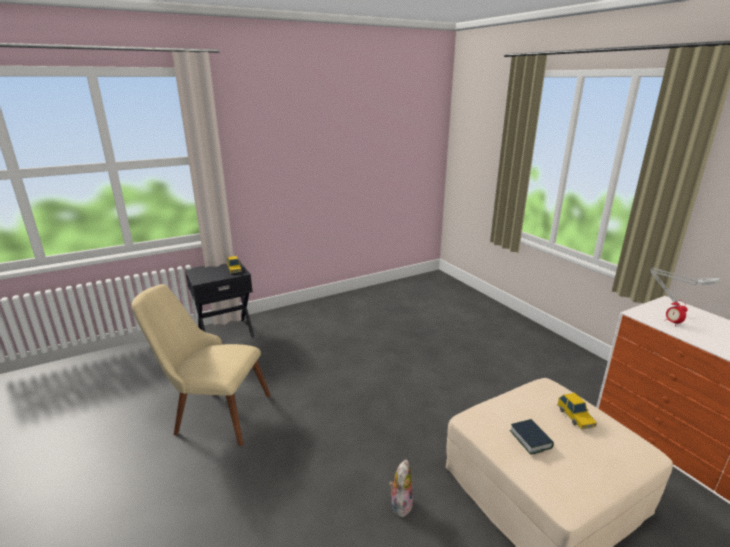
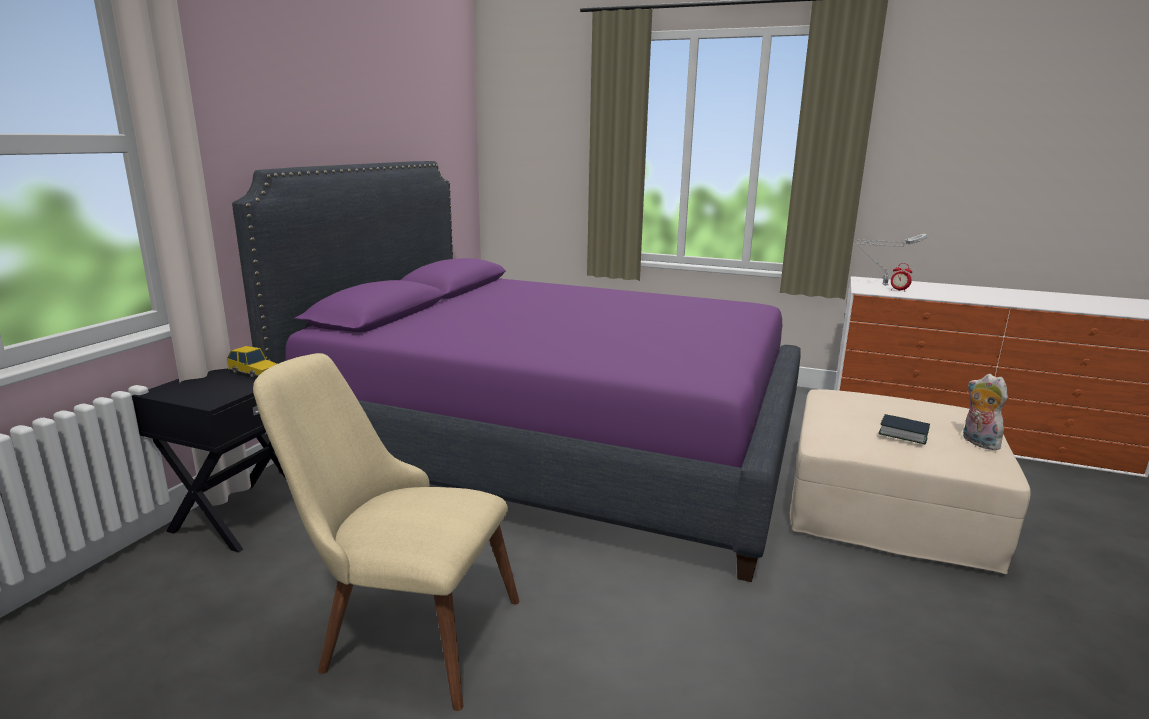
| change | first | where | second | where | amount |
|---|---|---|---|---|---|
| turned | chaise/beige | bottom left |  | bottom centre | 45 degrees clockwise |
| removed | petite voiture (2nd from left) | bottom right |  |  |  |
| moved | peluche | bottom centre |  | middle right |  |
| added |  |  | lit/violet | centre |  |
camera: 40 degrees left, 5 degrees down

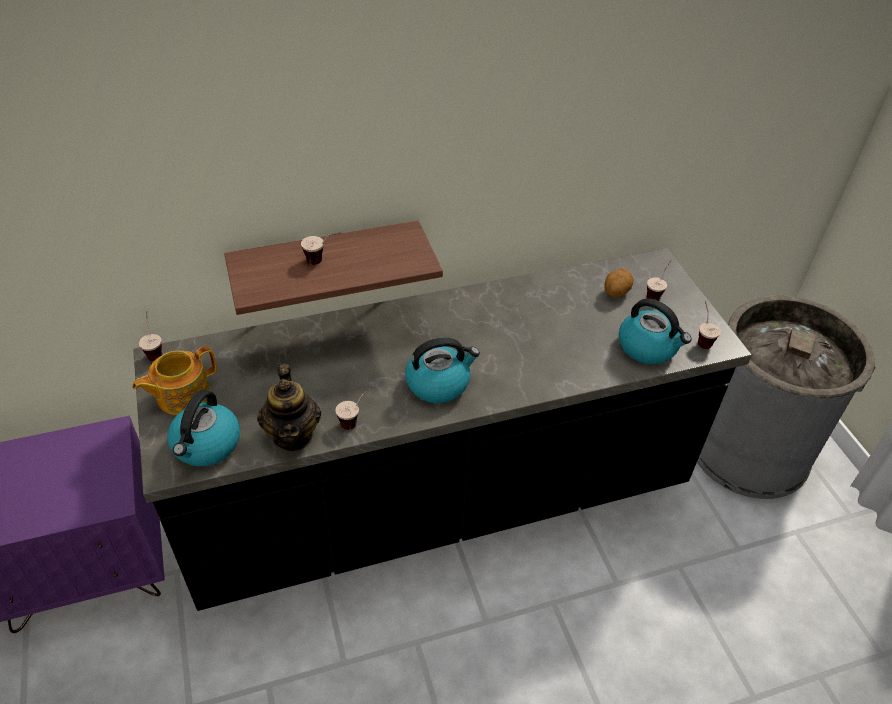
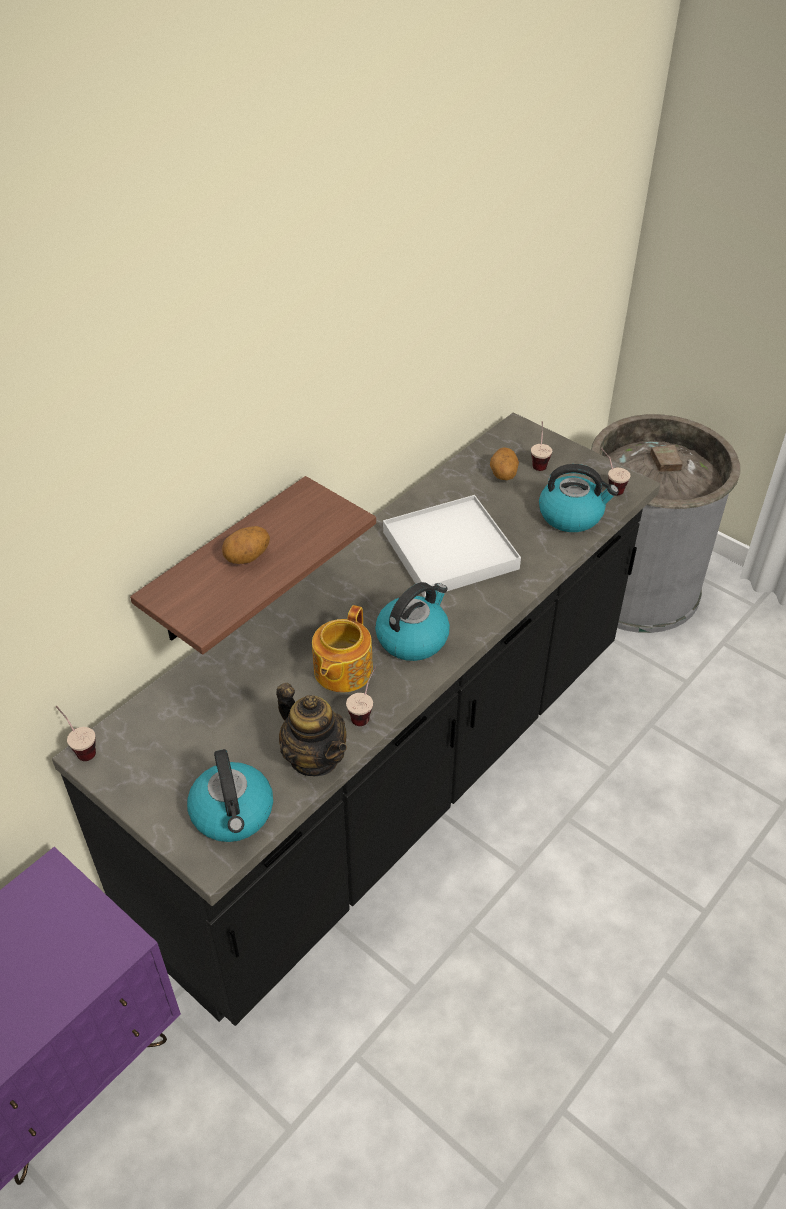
| change | first | where | second | where | amount |
|---|---|---|---|---|---|
| replaced | tasse (2nd from left) | centre | pomme de terre (1st from left) | middle left |  |
| moved | théière (1st from left in the first image) | middle left | théière (2nd from left) | centre |  |
| added |  |  | plateau/blanc | centre |  |
camera: 30 degrees left, 0 degrees up

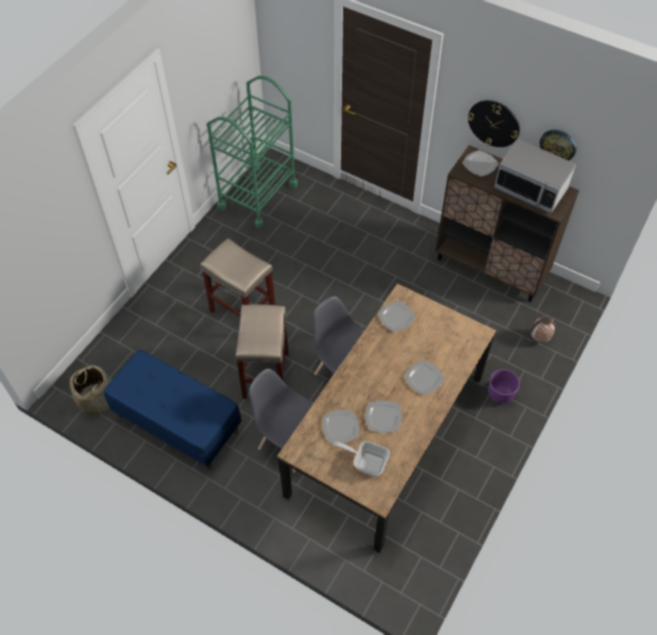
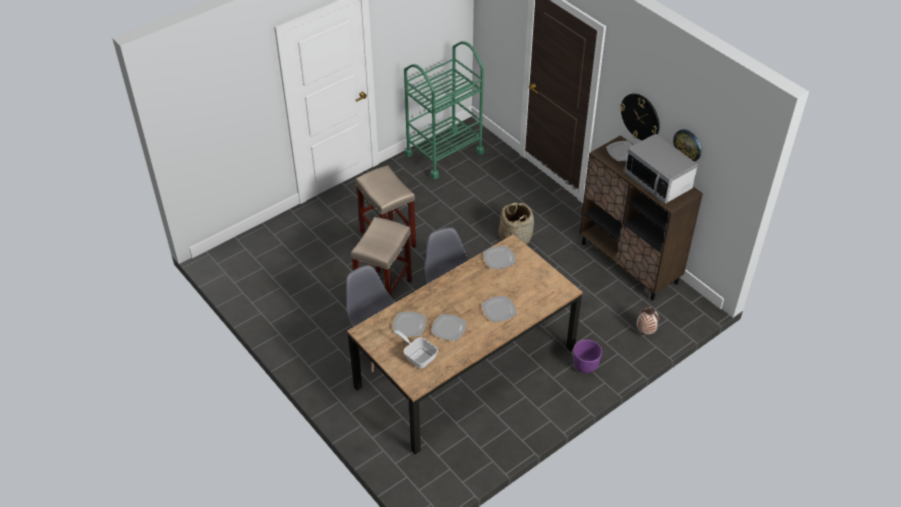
| change | first | where | second | where | amount |
|---|---|---|---|---|---|
| removed | banc/bleu | middle left |  |  |  |
| moved | panier | middle left |  | centre |  |
camera: 20 degrees right, 10 degrees down

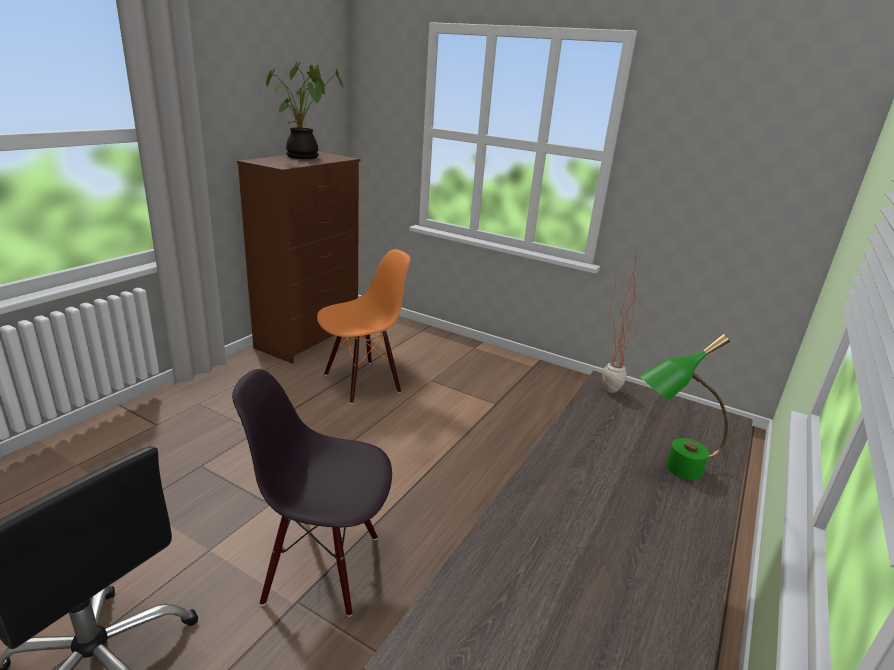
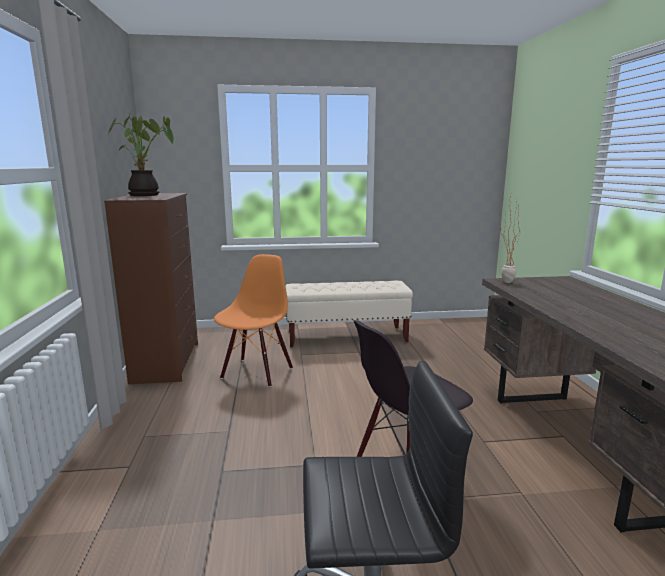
| change | first | where | second | where | amount |
|---|---|---|---|---|---|
| removed | lampe de table/vert | middle right |  |  |  |
| added |  |  | banc/beige | centre |  |
camera: 35 degrees left, 10 degrees down

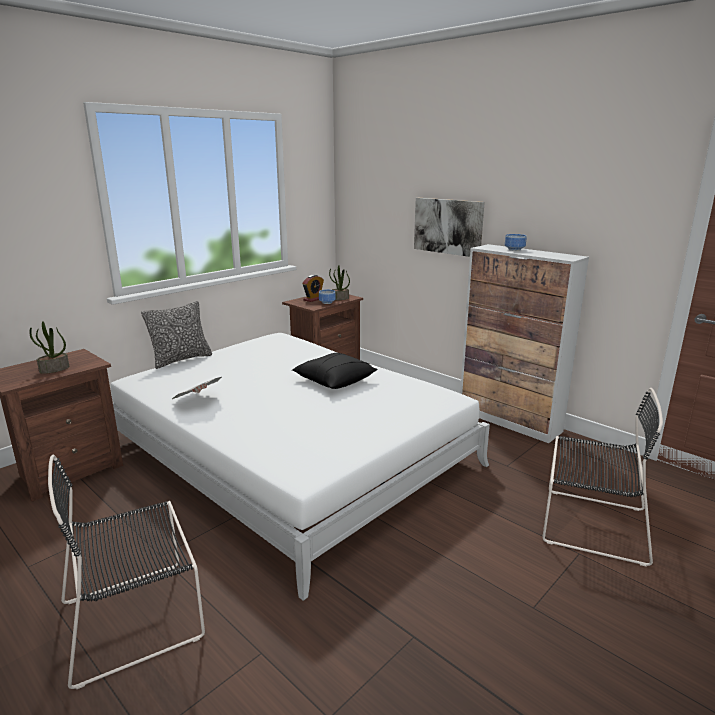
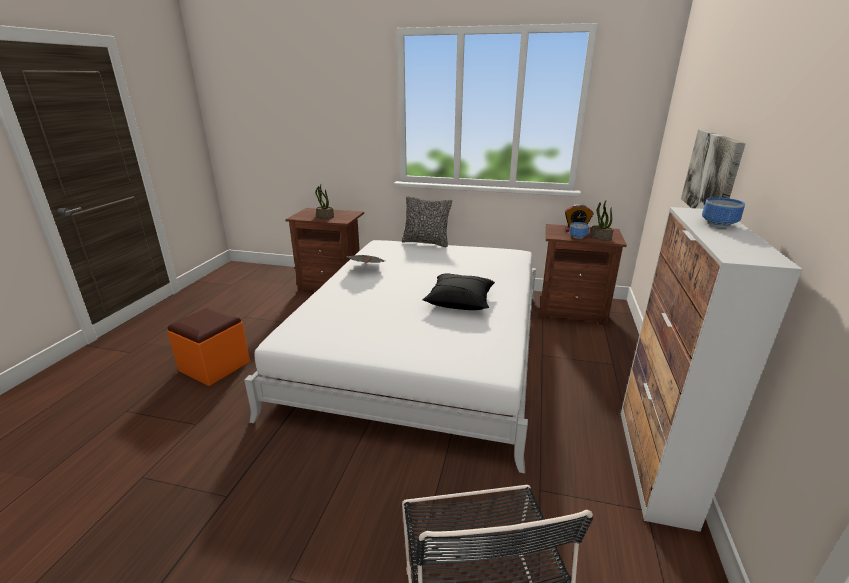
| change | first | where | second | where | amount |
|---|---|---|---|---|---|
| replaced | chaise/noir (1st from left) | bottom left | pouf/orange | middle left |  |
camera: 60 degrees right, 5 degrees up

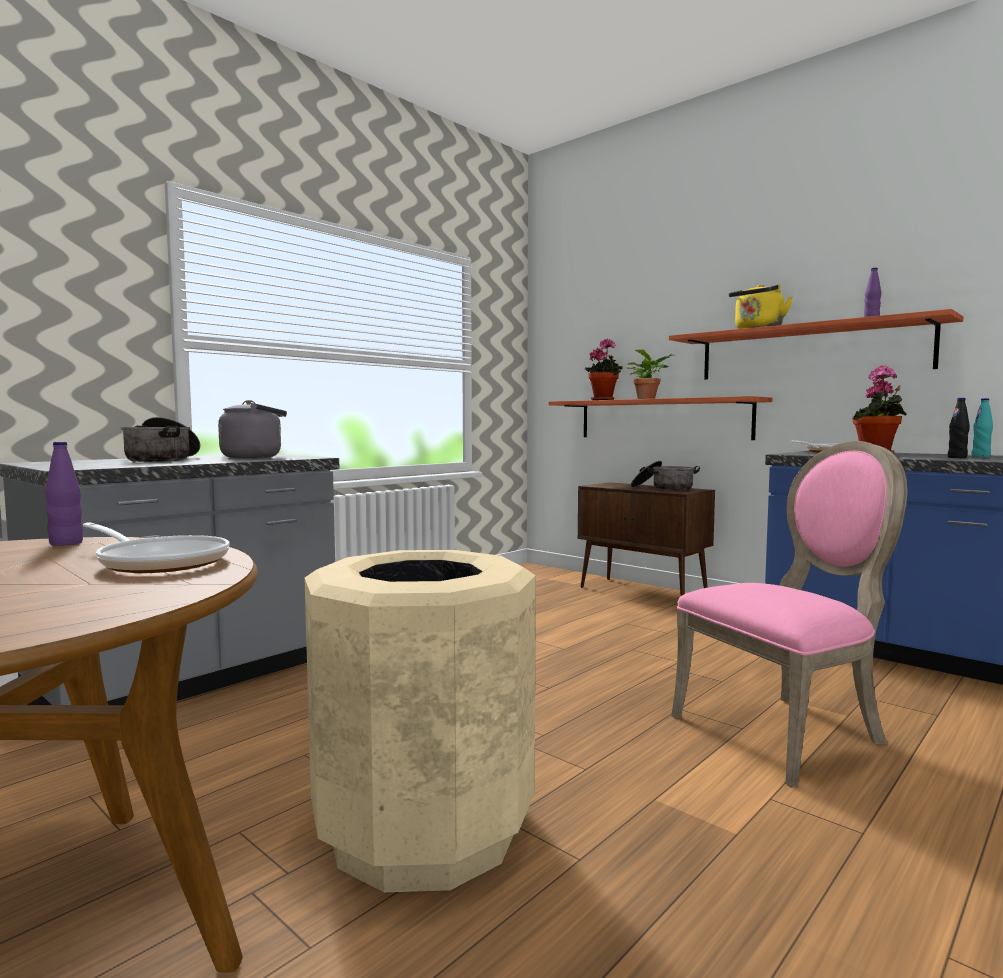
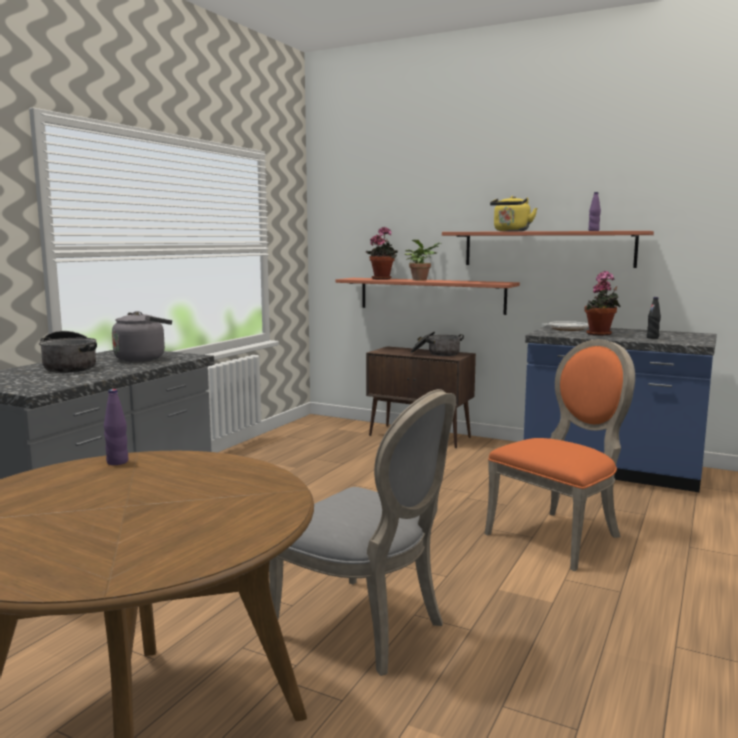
| change | first | where | second | where | amount |
|---|---|---|---|---|---|
| removed | bouteille/turquoise | middle right |  |  |  |
| recoloured | chaise/rose | middle right | chaise/orange | middle right |  |
| removed | poêle (1st from left) | middle left |  |  |  |
| replaced | poubelle/beige | bottom centre | chaise/gris | bottom centre |  |
camera: 15 degrees left, 5 degrees up

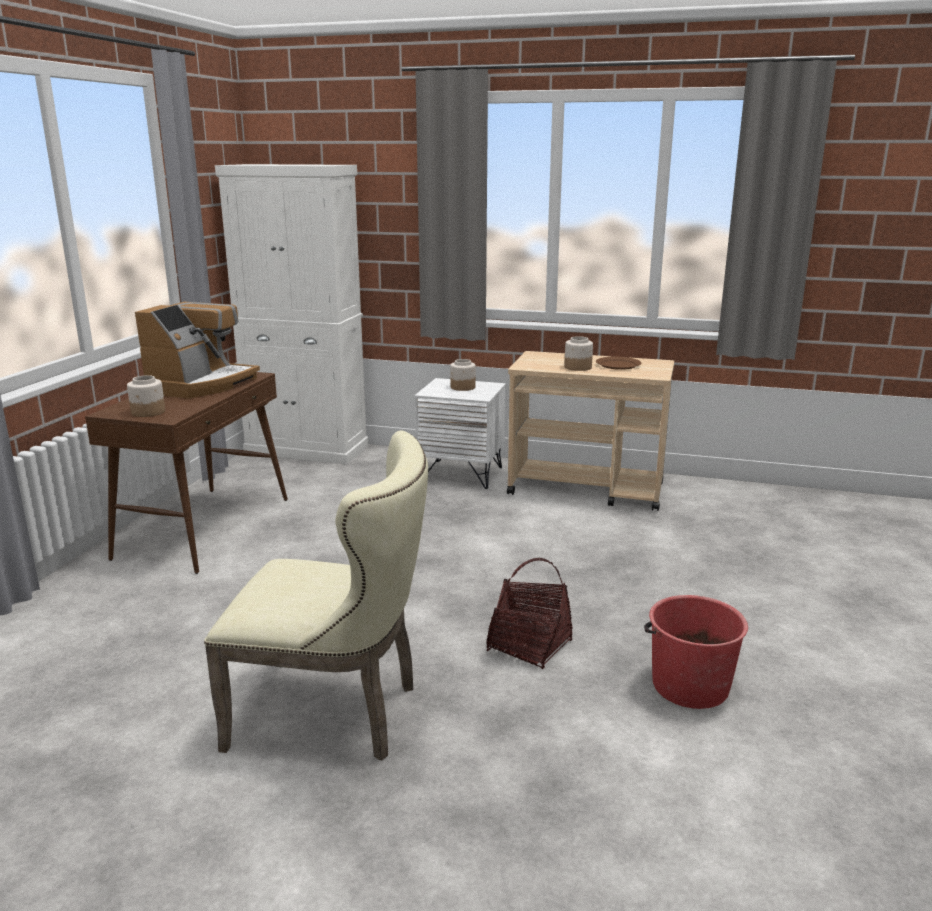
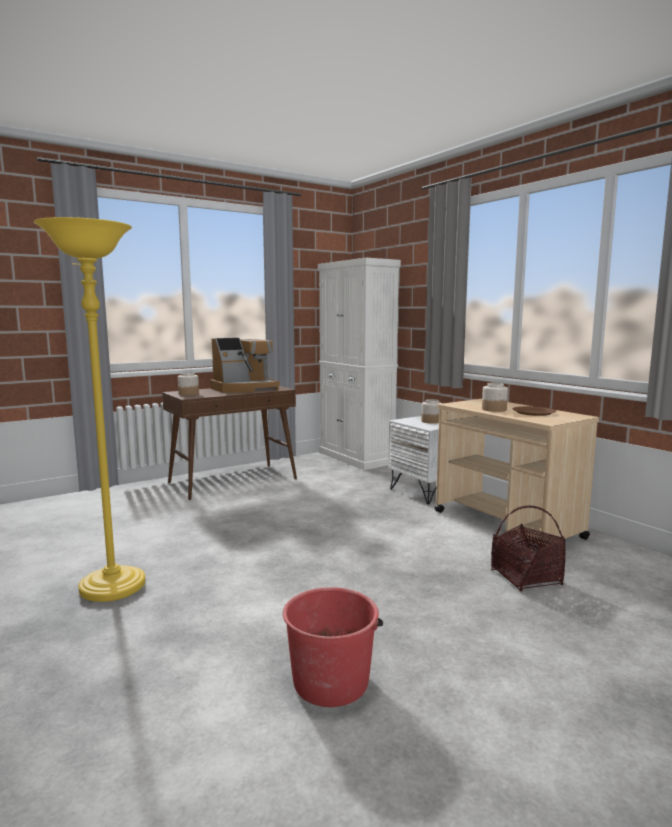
| change | first | where | second | where | amount |
|---|---|---|---|---|---|
| replaced | chaise/beige | centre | lampadaire/jaune | middle left |  |
| moved | panier | bottom centre |  | middle right |  |
camera: 40 degrees right, 10 degrees down

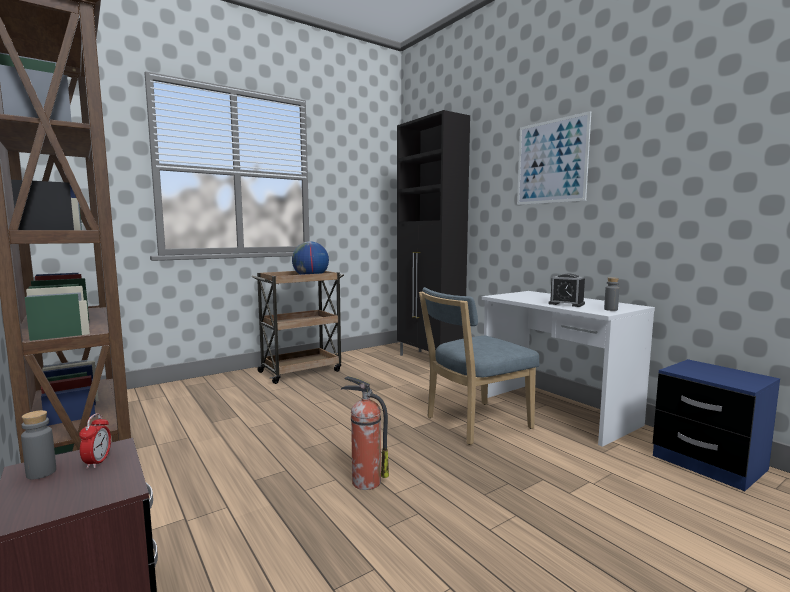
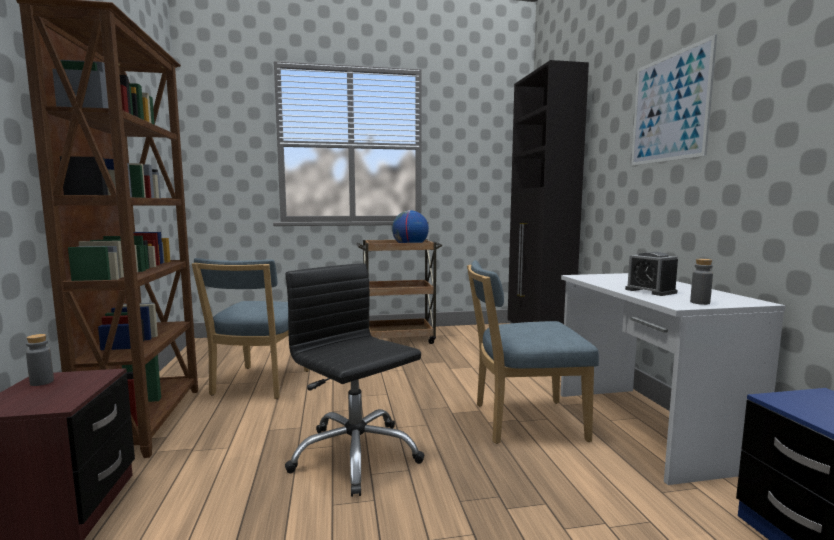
| change | first | where | second | where | amount |
|---|---|---|---|---|---|
| replaced | extincteur | bottom centre | chaise de bureau/noir | bottom centre |  |
| removed | réveil (1st from left) | bottom left |  |  |  |
| added |  |  | chaise/bleu (1st from left) | middle left |  |
camera: 25 degrees right, 0 degrees up

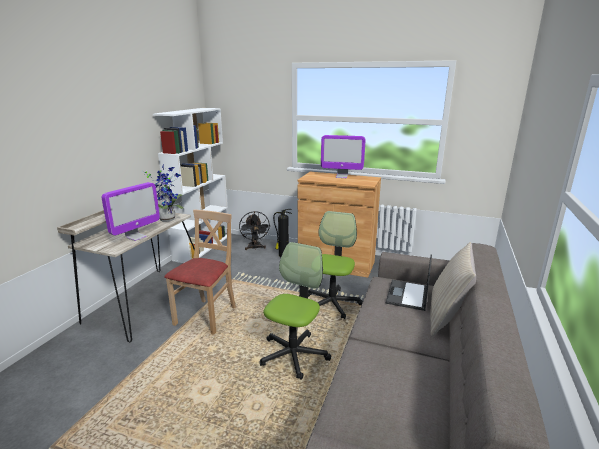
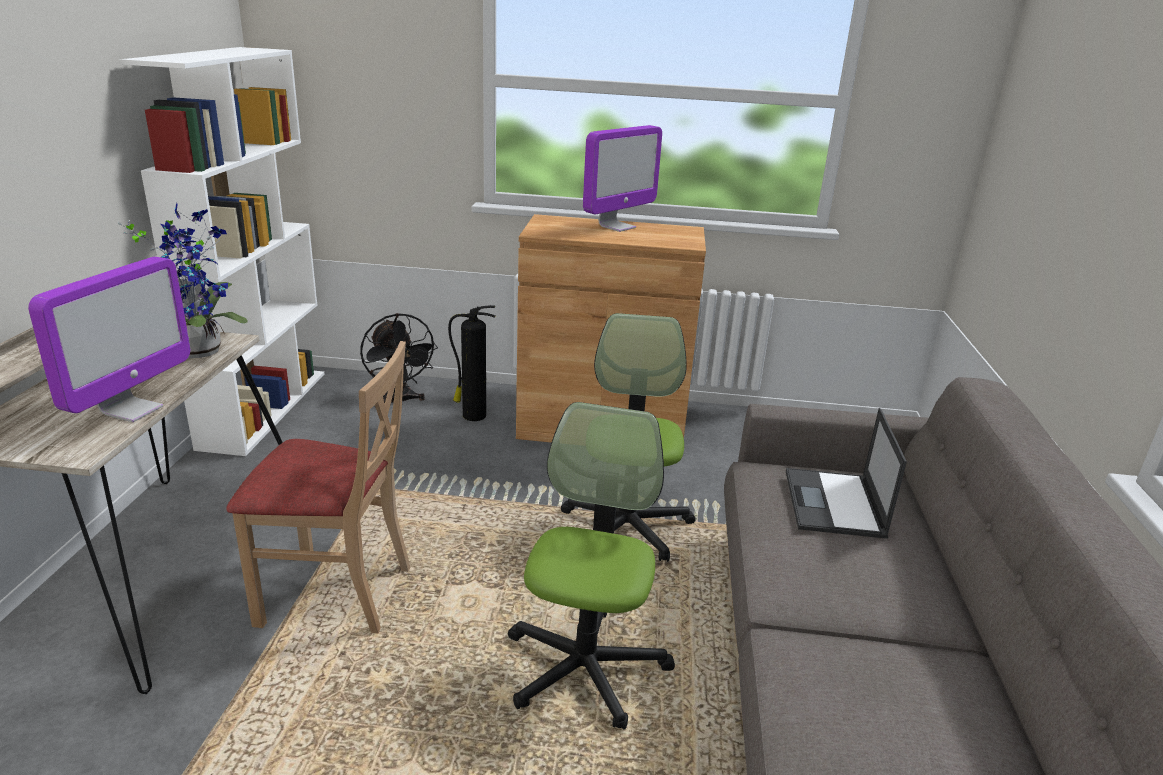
| change | first | where | second | where | amount |
|---|---|---|---|---|---|
| turned | écran d'ordinateur (2nd from left) | centre |  | top centre | 45 degrees counterclockwise |
| turned | chaise/beige | centre |  | middle left | 90 degrees clockwise |
| removed | coussin/beige | middle right |  |  |  |
camera: 15 degrees left, 5 degrees up

